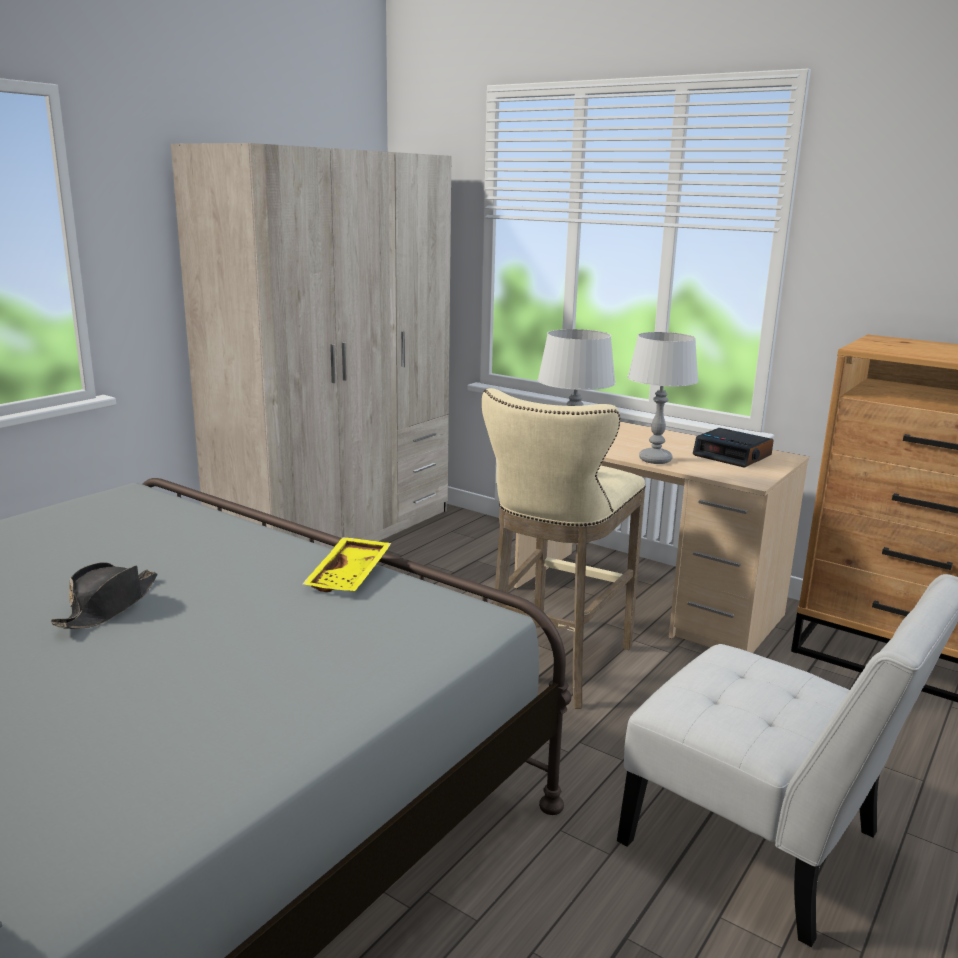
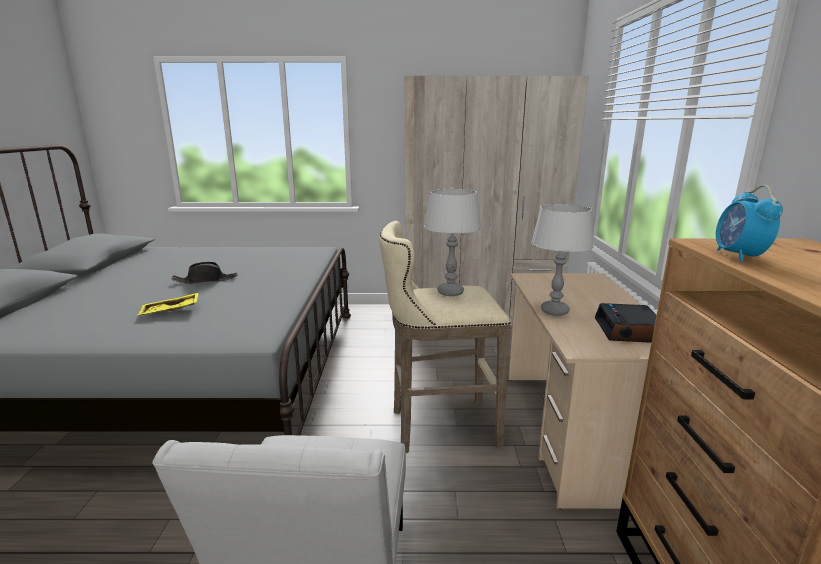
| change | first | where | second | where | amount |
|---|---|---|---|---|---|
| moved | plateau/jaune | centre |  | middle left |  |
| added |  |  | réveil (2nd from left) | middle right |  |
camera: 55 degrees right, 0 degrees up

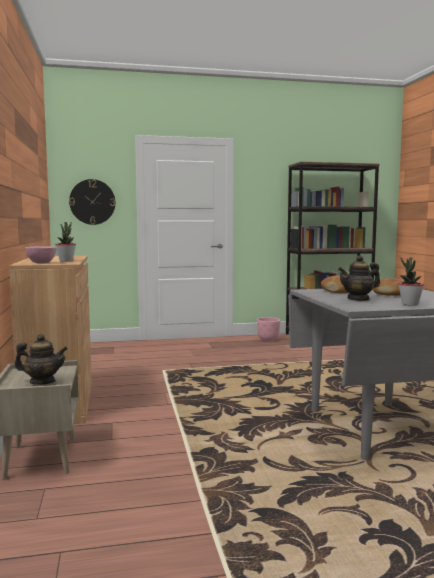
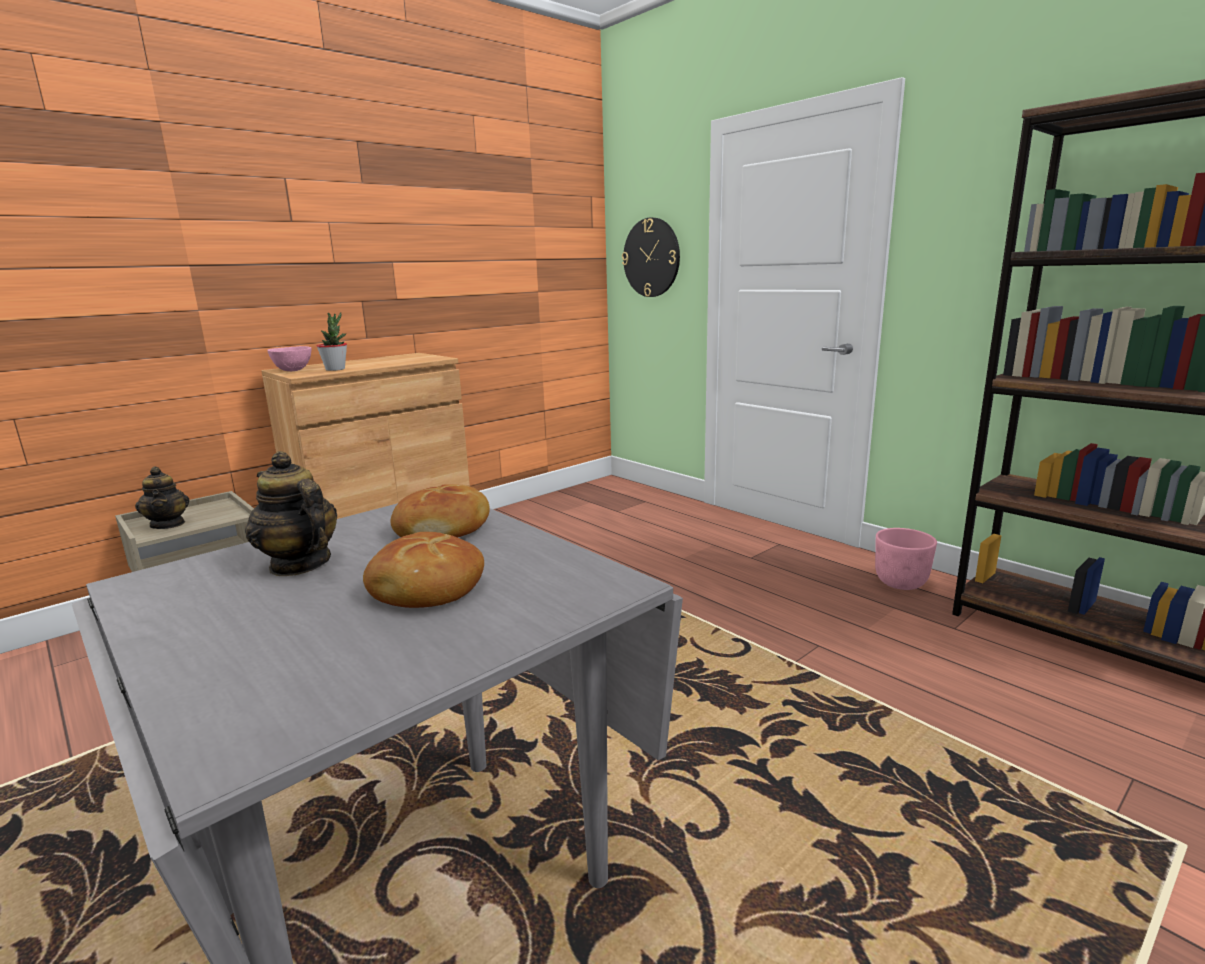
| change | first | where | second | where | amount |
|---|---|---|---|---|---|
| removed | plante en pot (2nd from left) | middle right |  |  |  |
camera: 60 degrees right, 10 degrees up

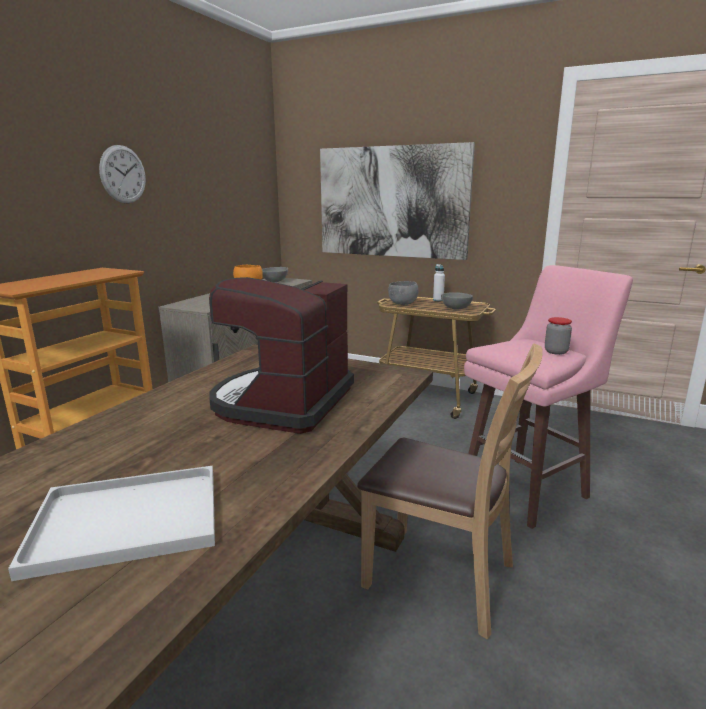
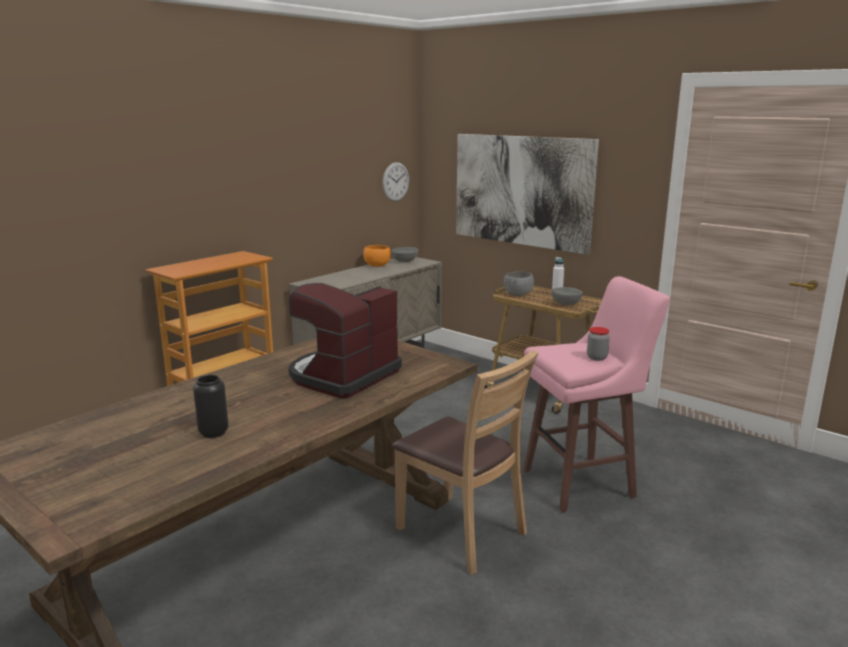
| change | first | where | second | where | amount |
|---|---|---|---|---|---|
| moved | horloge murale | top left |  | top centre |  |
| replaced | plateau/blanc | bottom left | vase/noir | middle left |  |
camera: 15 degrees right, 0 degrees up

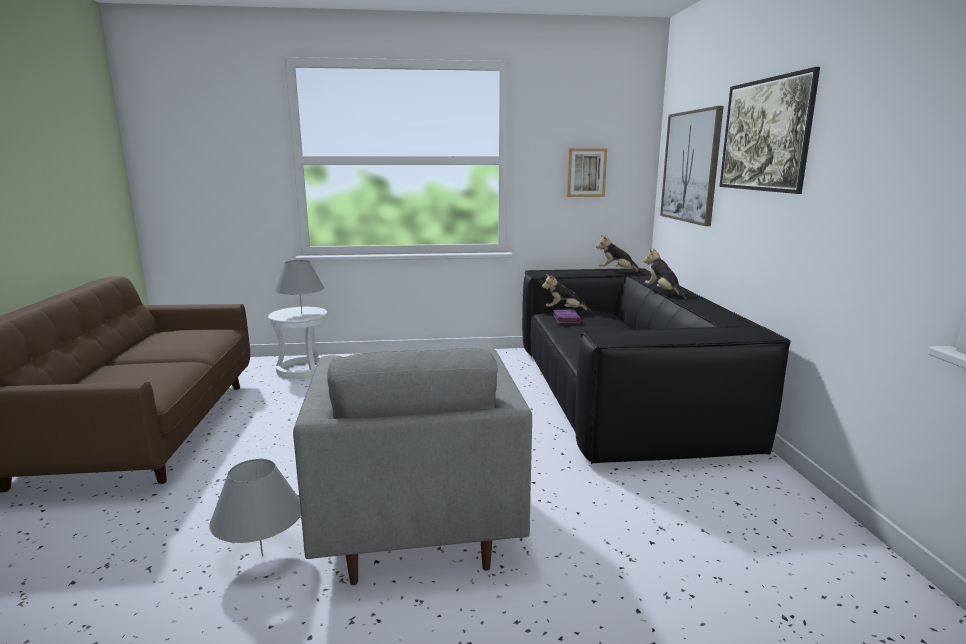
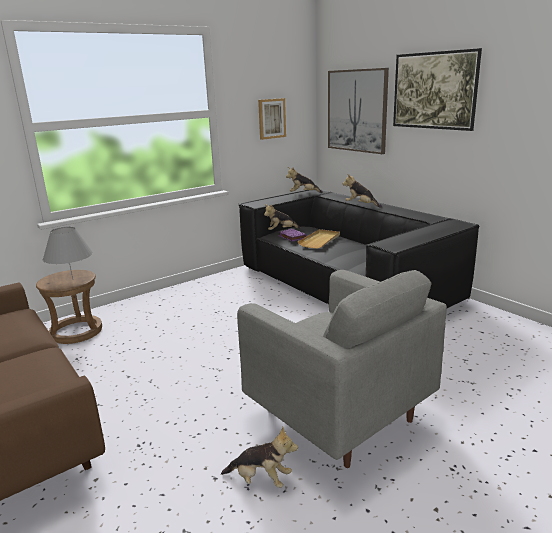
| change | first | where | second | where | amount |
|---|---|---|---|---|---|
| recoloured | tabouret/blanc | middle left | tabouret/marron | middle left |  |
| replaced | lampe de table/gris (1st from left) | bottom left | peluche (1st from left) | bottom centre |  |
| added |  |  | plateau/beige | centre |  |
camera: 30 degrees left, 5 degrees up

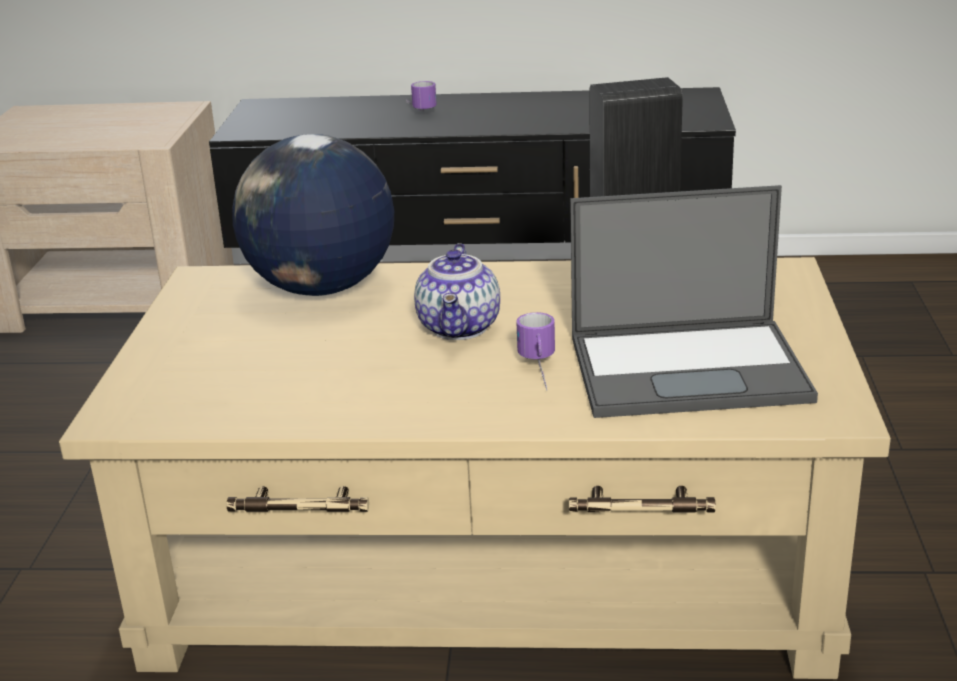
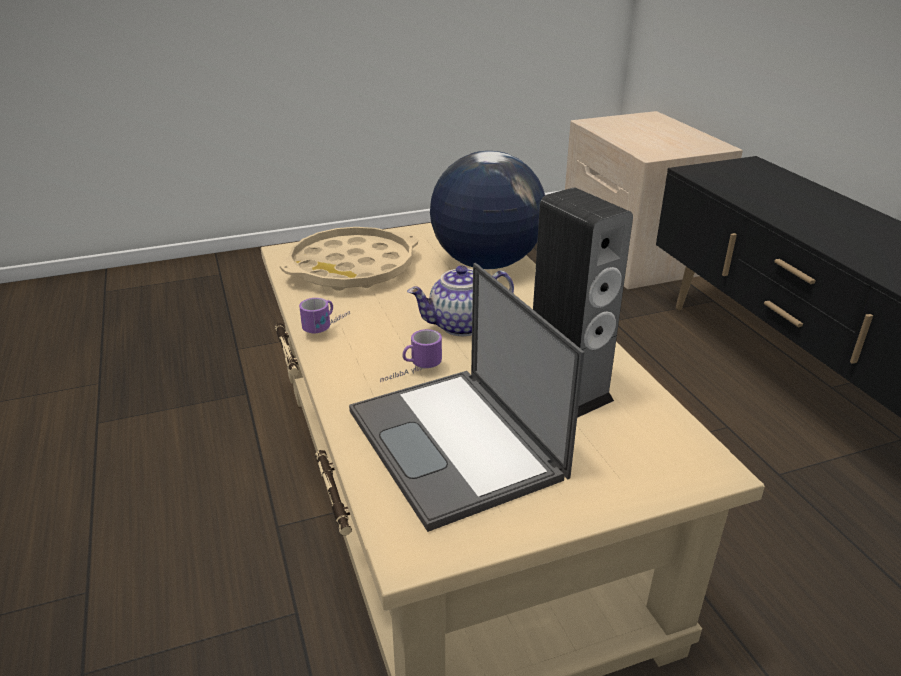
| change | first | where | second | where | amount |
|---|---|---|---|---|---|
| moved | mug (1st from left) | top centre |  | centre |  |
| added |  |  | plateau/beige | centre |  |
camera: 65 degrees right, 5 degrees up

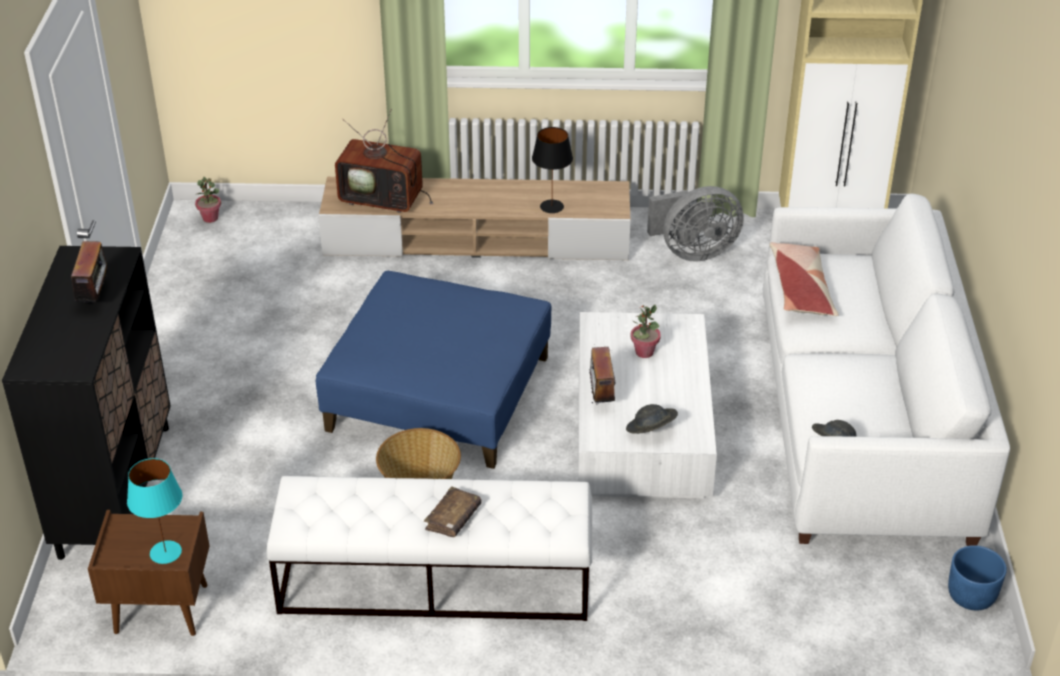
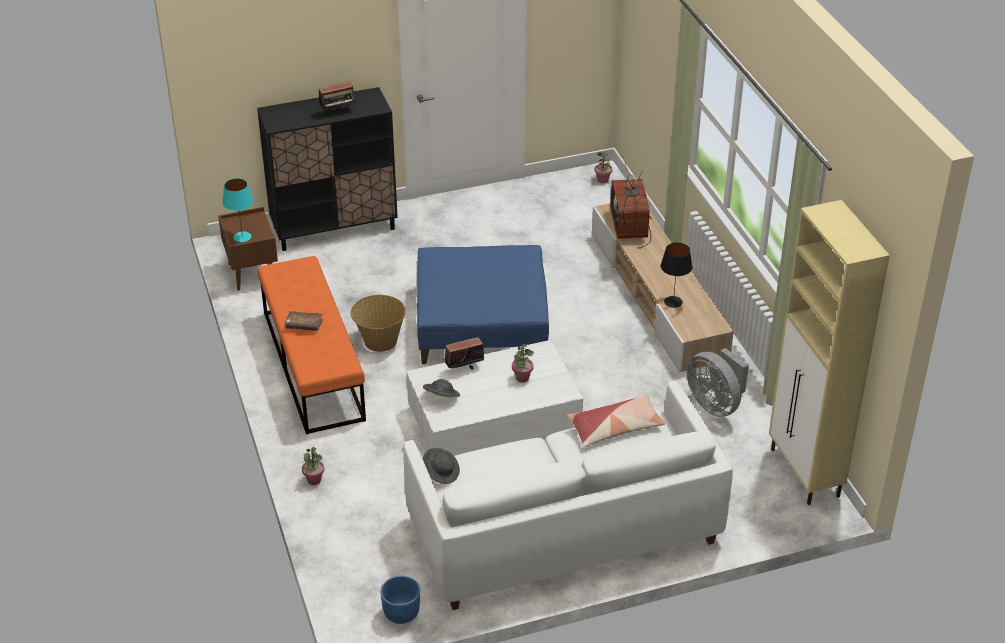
| change | first | where | second | where | amount |
|---|---|---|---|---|---|
| recoloured | banc/blanc | bottom centre | banc/orange | middle left |  |
| added |  |  | plante en pot (1st from left) | bottom left |  |
camera: 70 degrees right, 0 degrees up

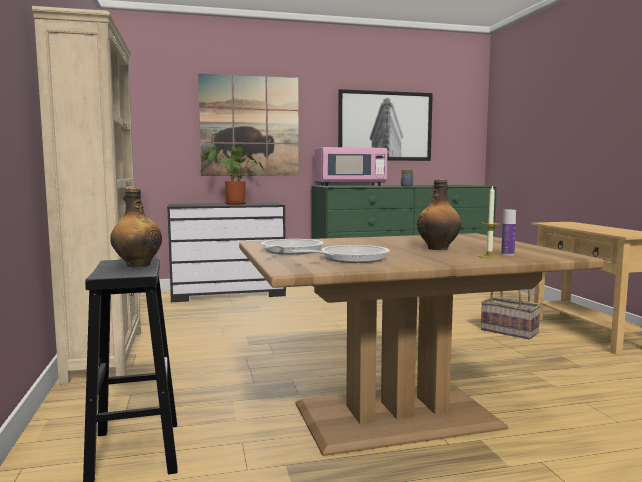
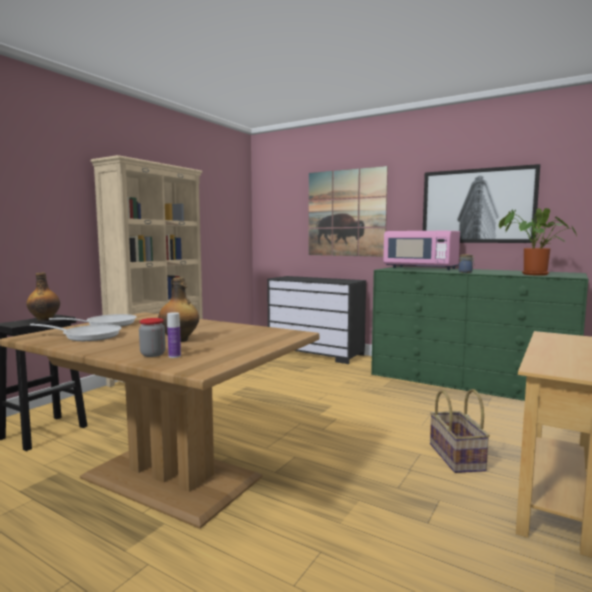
| change | first | where | second | where | amount |
|---|---|---|---|---|---|
| moved | plante en pot | centre |  | middle right |  |
| replaced | bougie | middle right | bocal (1st from left) | middle left |  |
camera: 45 degrees right, 0 degrees up

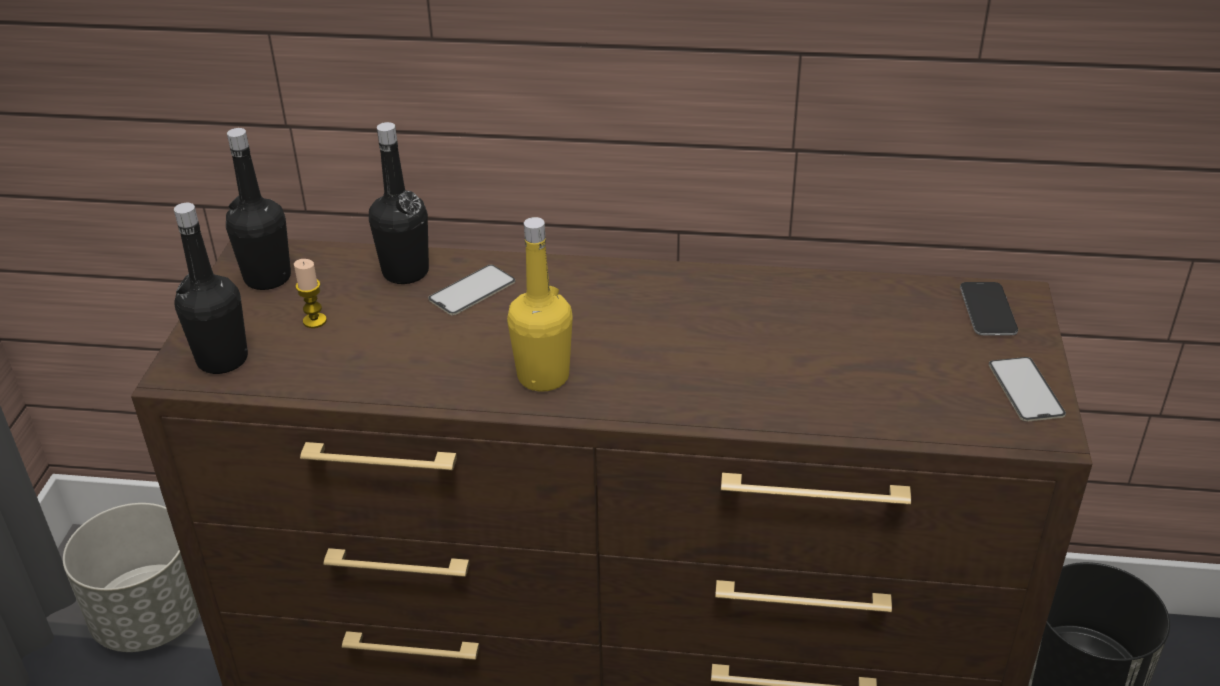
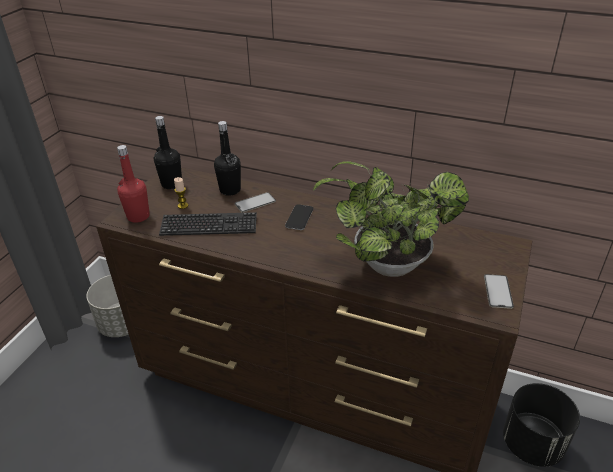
| change | first | where | second | where | amount |
|---|---|---|---|---|---|
| recoloured | bouteille/noir (1st from left) | middle left | bouteille/rouge | middle left |  |
| removed | bouteille/jaune | centre |  |  |  |
| moved | téléphone (2nd from left) | middle right |  | centre |  |
| added |  |  | plante en pot | centre |  |
| added |  |  | clavier | centre |  |
camera: 15 degrees right, 0 degrees up

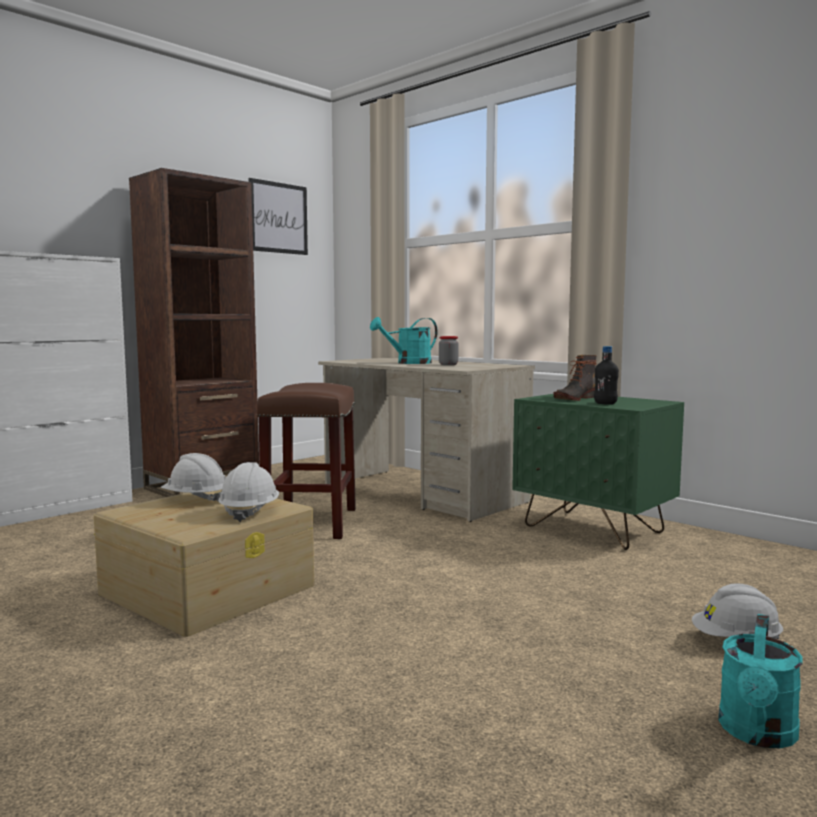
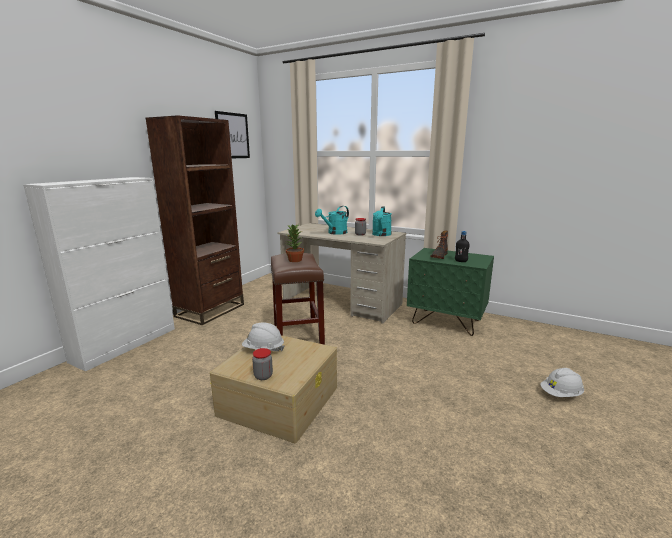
| change | first | where | second | where | amount |
|---|---|---|---|---|---|
| removed | casque de chantier/blanc (2nd from left) | middle left |  |  |  |
| moved | arrosoir/turquoise (2nd from left) | bottom right |  | centre |  |
| added |  |  | plante en pot | centre |  |
| added |  |  | bocal (1st from left) | bottom centre |  |
camera: 15 degrees left, 10 degrees up

